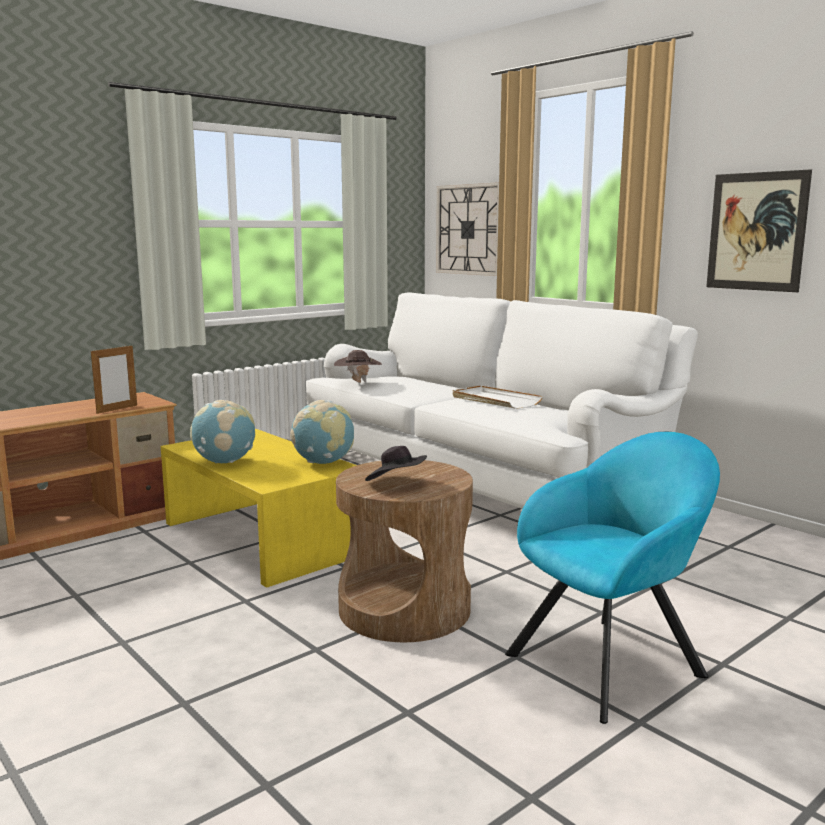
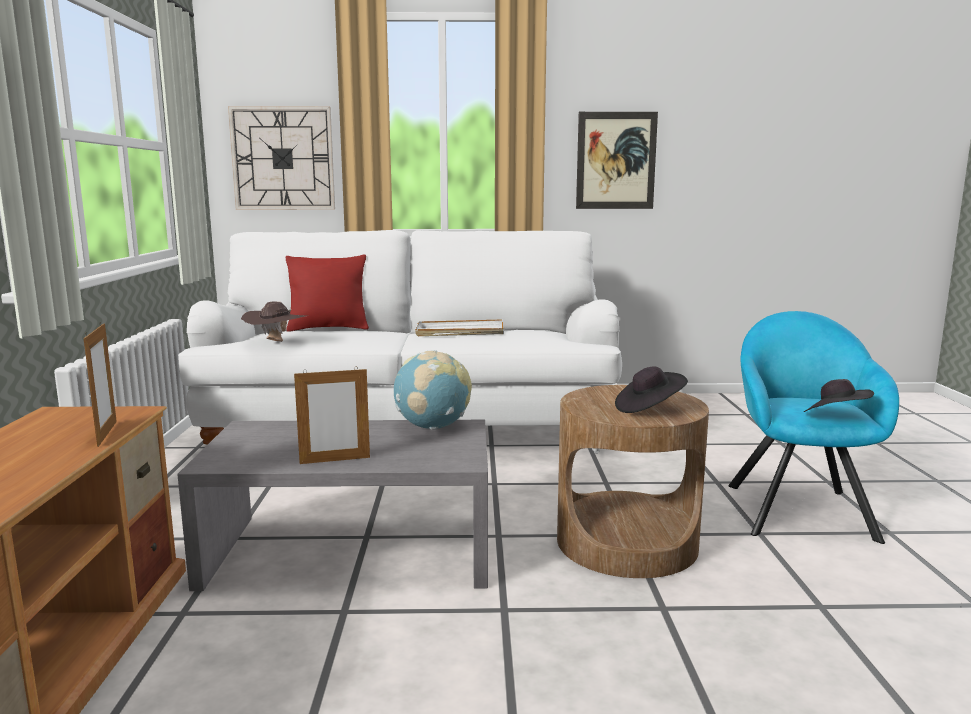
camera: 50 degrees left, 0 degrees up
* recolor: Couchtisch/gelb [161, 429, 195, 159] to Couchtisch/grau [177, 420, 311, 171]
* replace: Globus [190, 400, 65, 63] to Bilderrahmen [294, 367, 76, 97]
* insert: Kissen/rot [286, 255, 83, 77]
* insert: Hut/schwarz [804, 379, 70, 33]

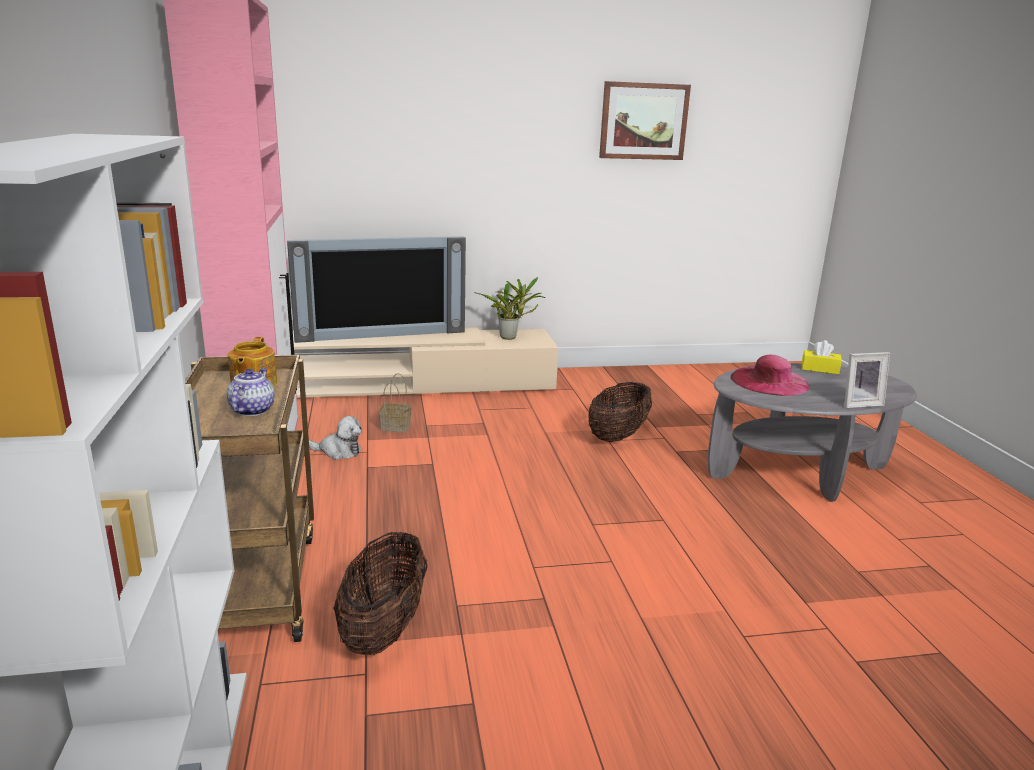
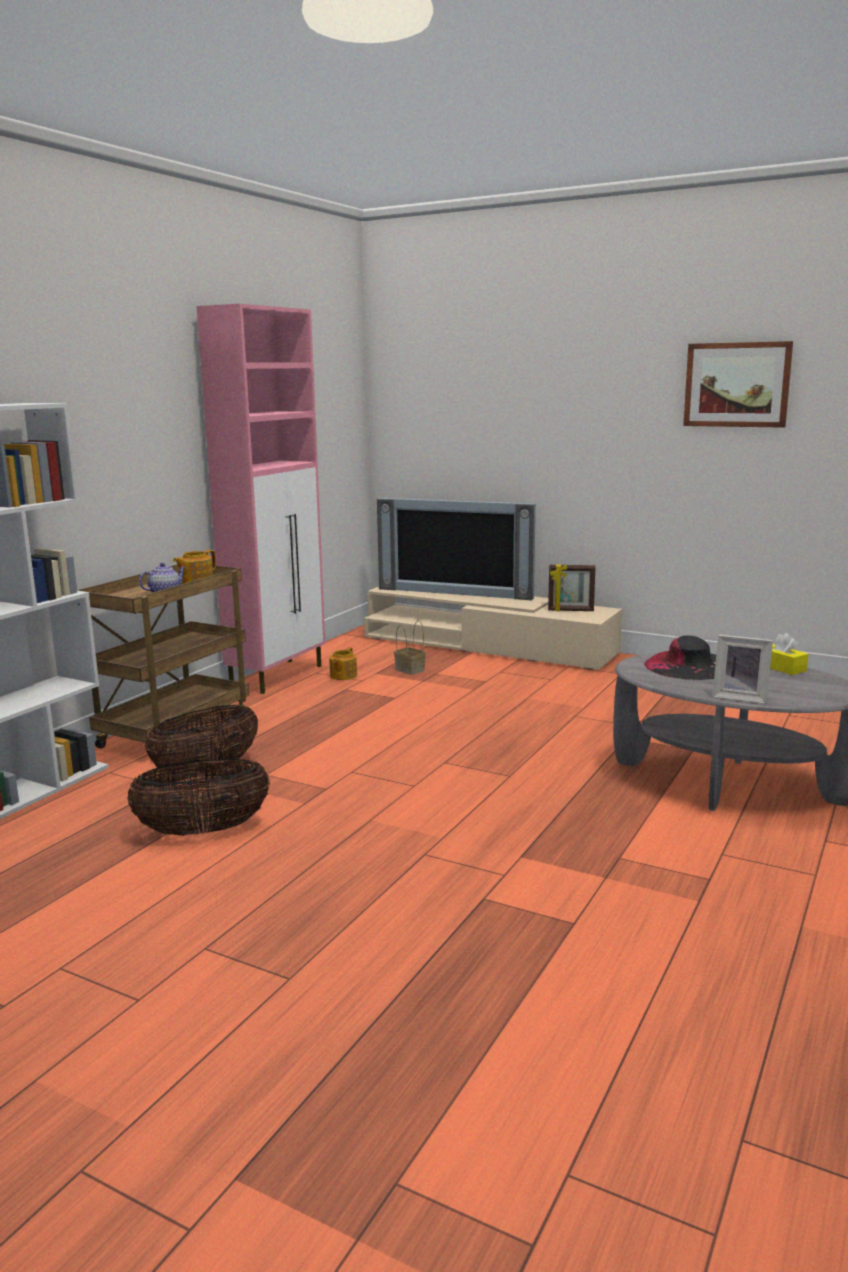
camera: 40 degrees right, 5 degrees down
* replace: Plüschtier [309, 416, 53, 44] to Teekanne [329, 647, 28, 33]
* replace: Topfpflanze [477, 277, 68, 63] to Bilderrahmen [548, 565, 48, 46]
* move: Korb [588, 382, 64, 60] to [127, 758, 143, 78]
* recolor: Hut/rosa [731, 355, 79, 41] to Hut/schwarz [644, 635, 72, 45]

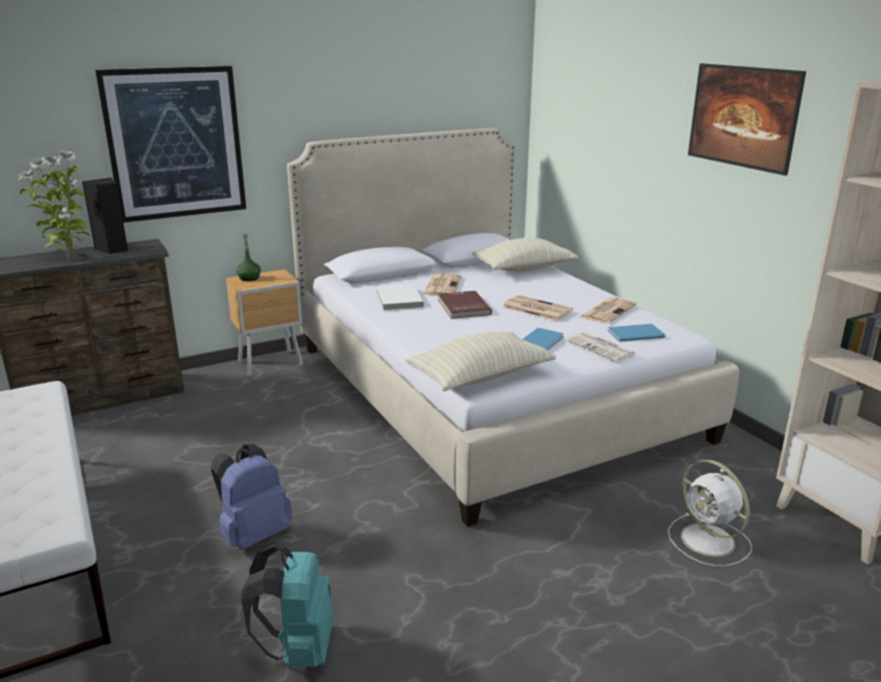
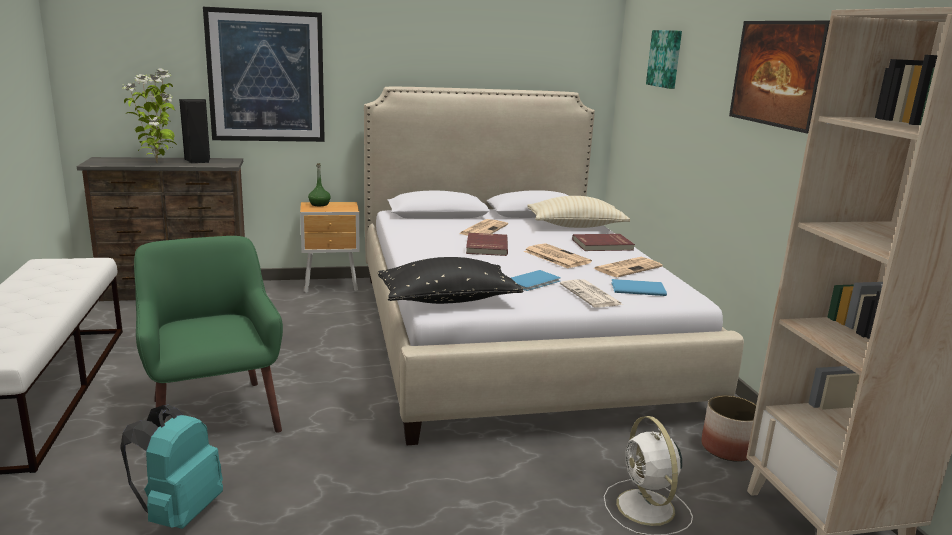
camera: 15 degrees right, 5 degrees down
* replace: Rucksack/blau [211, 444, 81, 106] to Sessel/grün [134, 236, 149, 196]
* delete: Buch/weiß [376, 284, 48, 27]
* recolor: Kissen/beige [405, 331, 151, 60] to Kissen/schwarz [377, 257, 146, 47]
* insert: Buch/rot [572, 234, 63, 17]
* insert: Bild [646, 30, 36, 59]
* insert: Pflanzkübel [701, 395, 55, 67]

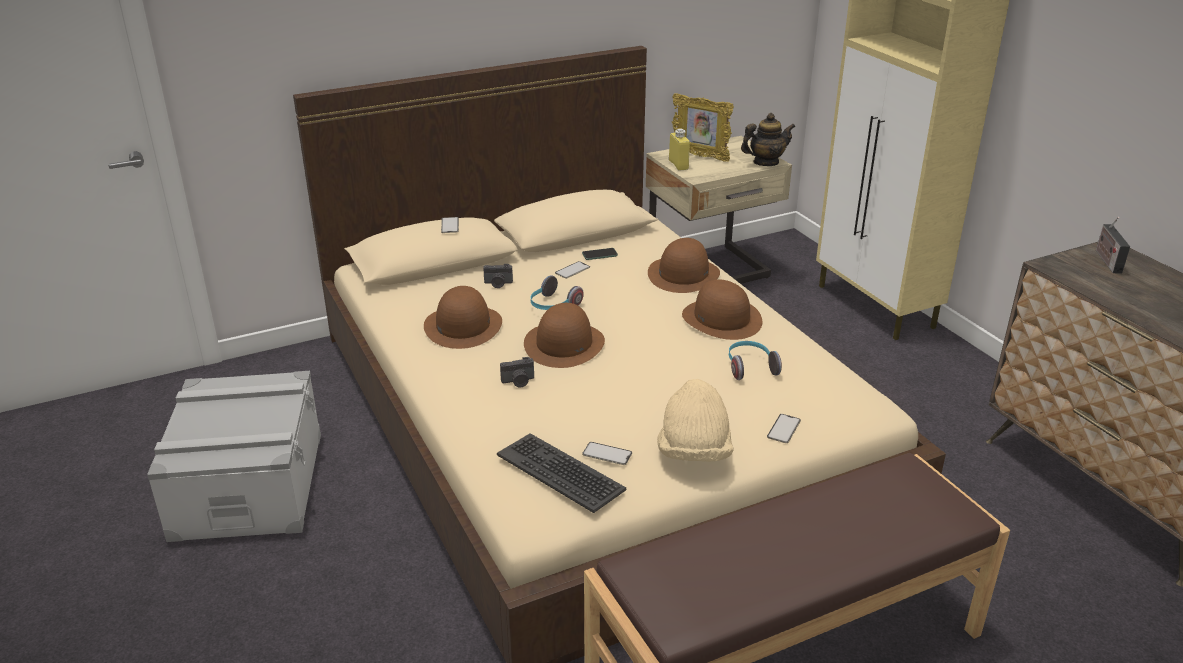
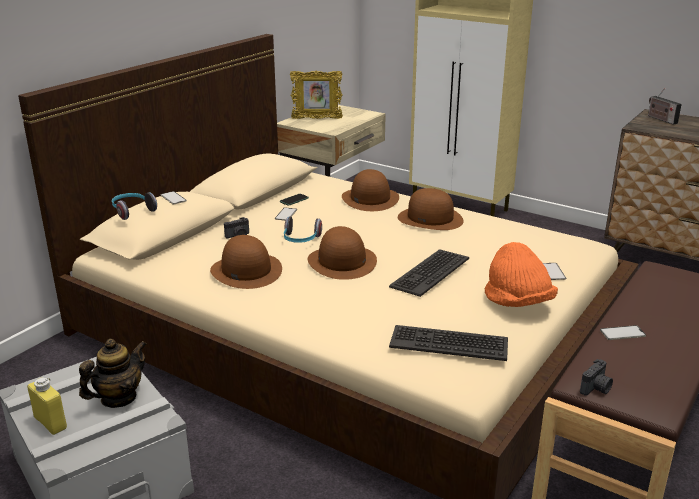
camera: 30 degrees left, 5 degrees down
* move: Kamera [500, 357, 34, 31] to [580, 359, 33, 36]
* move: Handy [582, 442, 50, 23] to [600, 325, 46, 15]
* recolor: Hut/beige [657, 379, 77, 83] to Hut/orange [484, 242, 74, 65]
* move: Flasche/gelb [669, 128, 21, 43] to [27, 378, 40, 57]
* move: Kopfhörer [729, 341, 53, 39] to [112, 192, 45, 28]
* move: Teekanne [741, 113, 55, 53] to [79, 339, 67, 69]
* insert: Tastatur [389, 249, 80, 48]

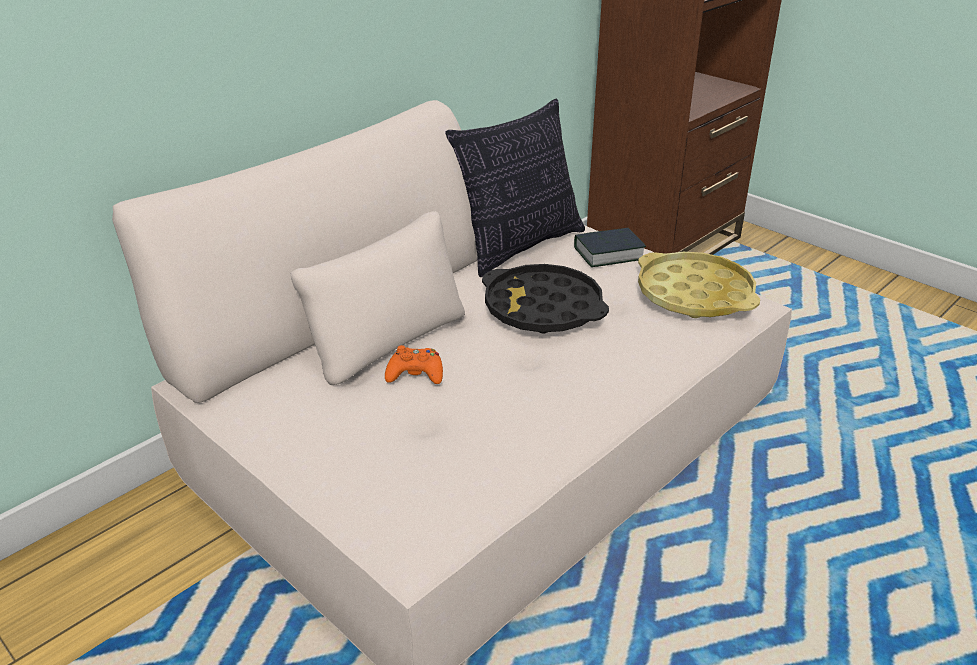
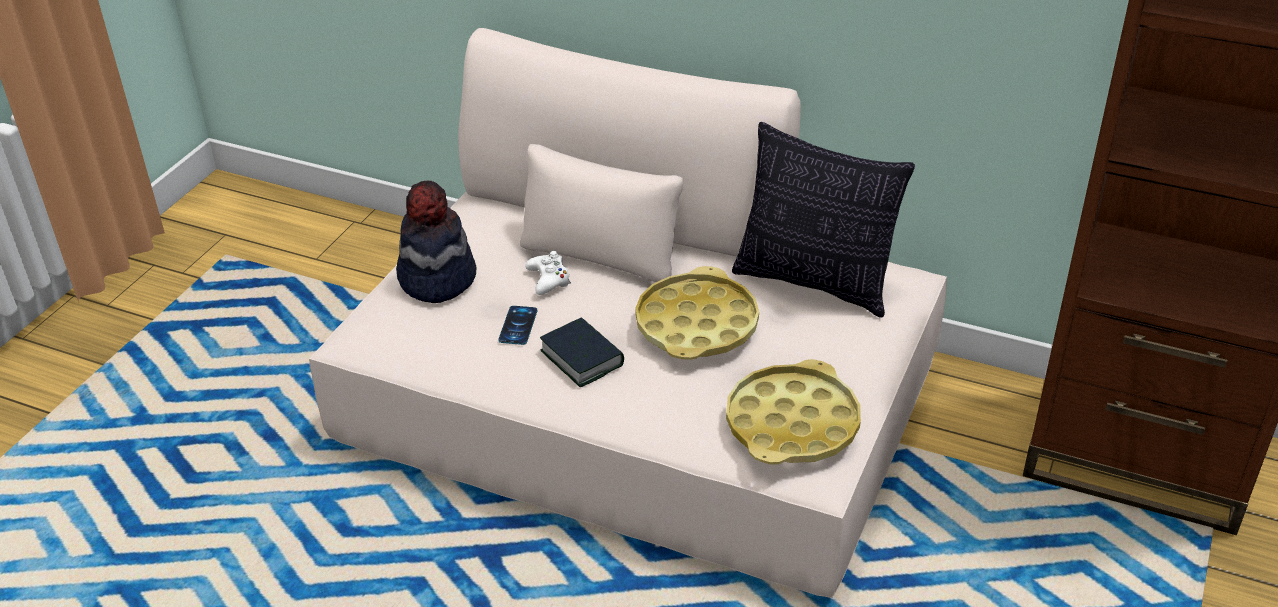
camera: 70 degrees right, 5 degrees up
* recolor: Gamepad/orange [385, 345, 58, 39] to Gamepad/weiß [525, 251, 46, 44]
* recolor: Tablett/schwarz [482, 264, 127, 69] to Tablett/gelb [635, 266, 124, 94]
* move: Buch [574, 228, 72, 39] to [540, 317, 84, 70]
* insert: Hut [396, 181, 81, 122]
* insert: Handy [498, 306, 39, 39]

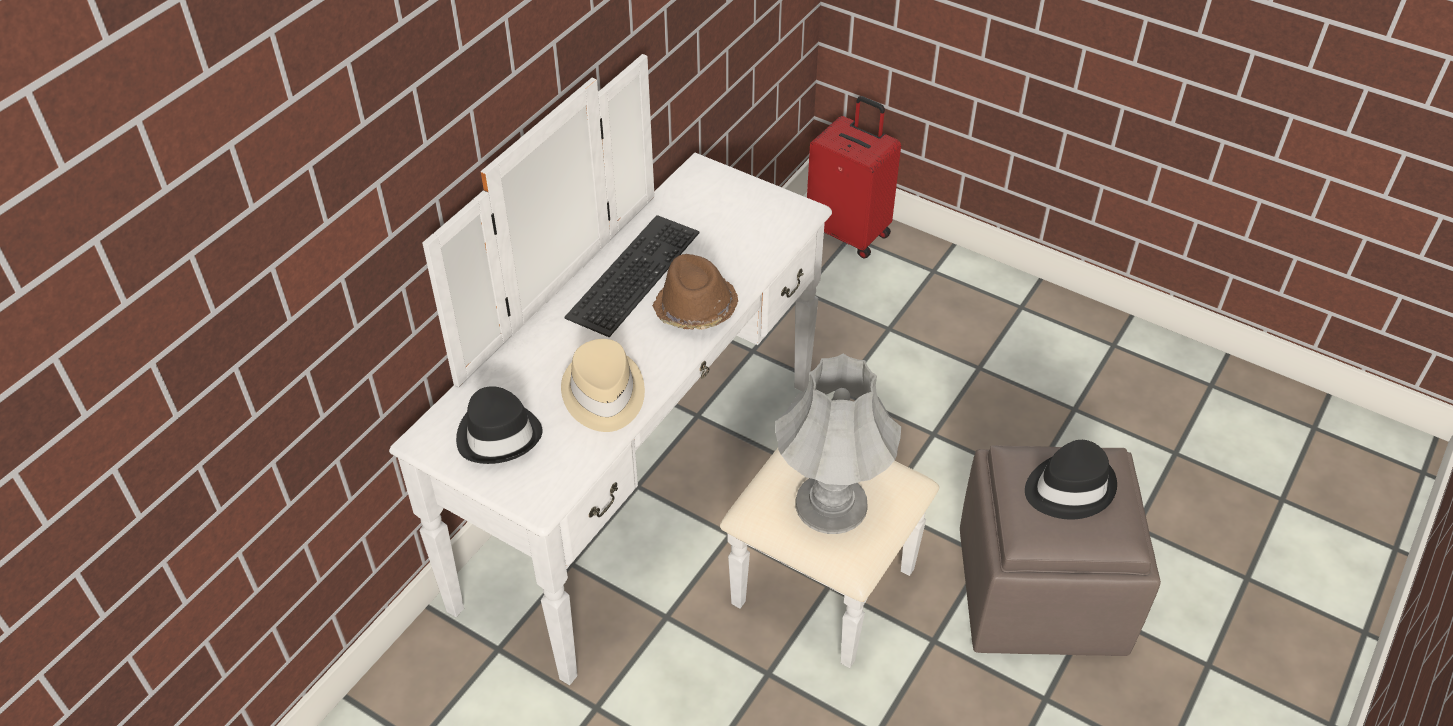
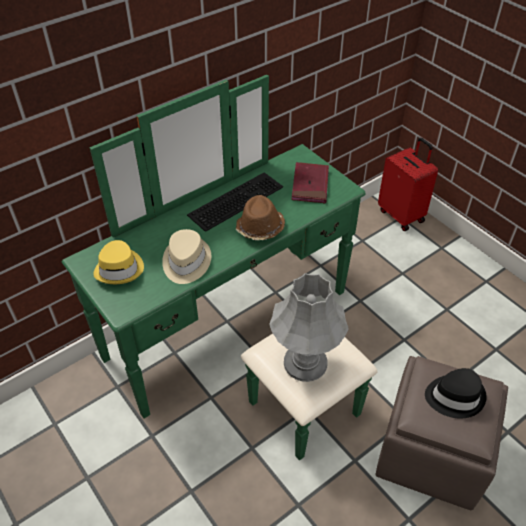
camera: 20 degrees right, 0 degrees up
* recolor: Kommode/weiß [389, 54, 550, 631] to Kommode/grün [62, 75, 316, 386]
* recolor: Hut/schwarz [456, 386, 87, 78] to Hut/gelb [93, 240, 51, 44]
* insert: Buch/rot [291, 162, 38, 41]

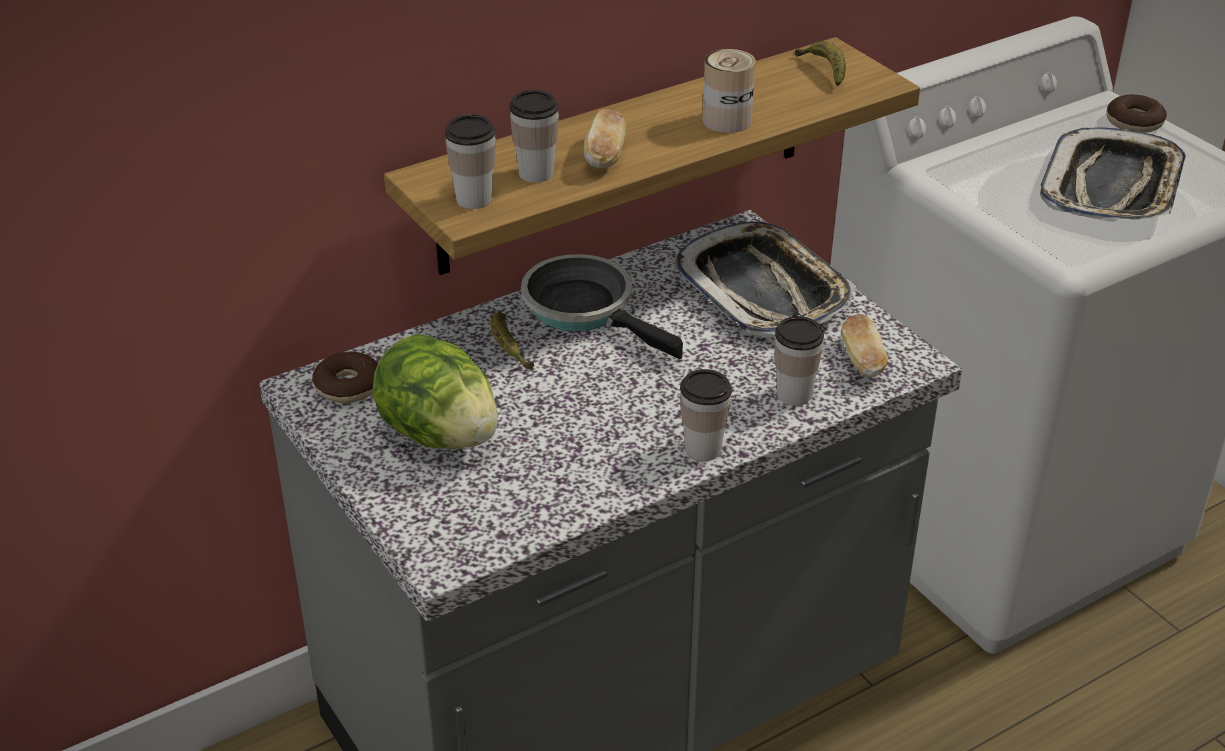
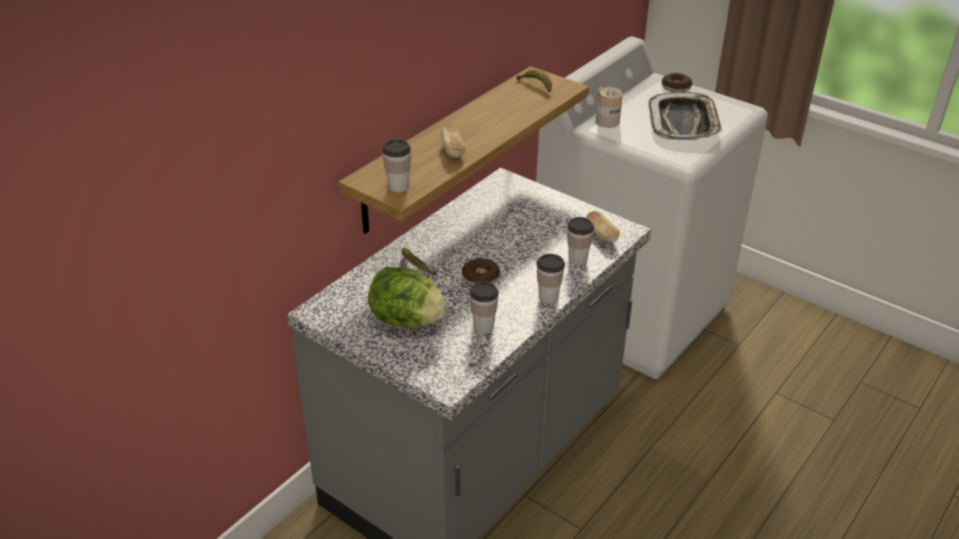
camera: 20 degrees left, 0 degrees up
* move: Donut [312, 352, 66, 52] to [462, 258, 38, 27]
* move: Tasse [510, 90, 49, 92] to [470, 281, 29, 52]
* delete: Pfanne [521, 254, 162, 105]
* delete: Tablett [672, 221, 185, 117]
* move: Dose [703, 49, 52, 84] to [596, 87, 27, 41]

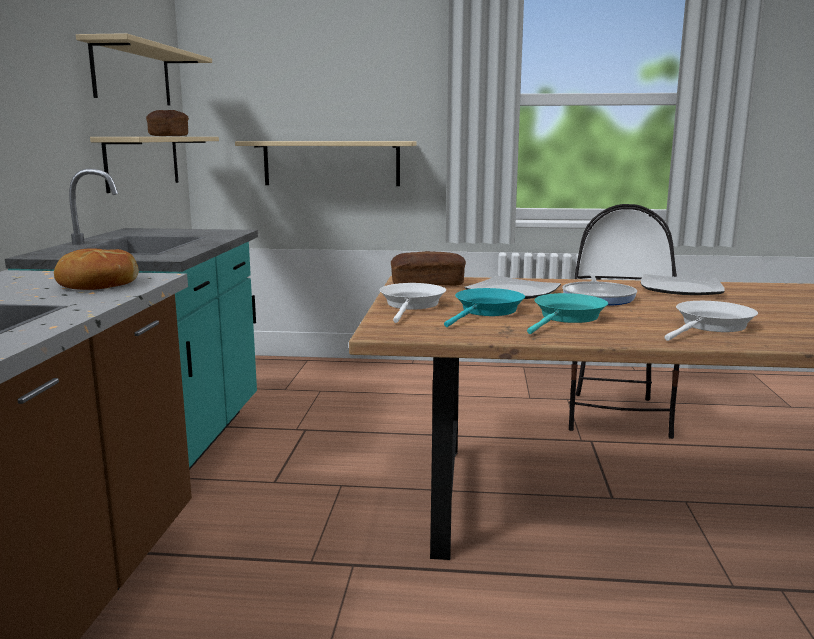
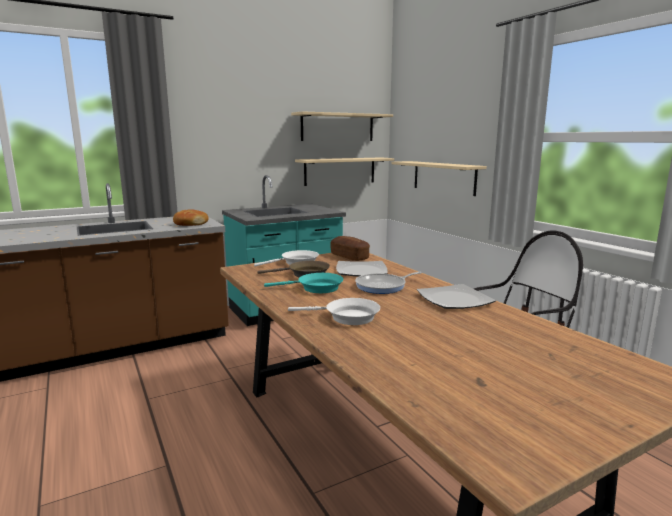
camera: 55 degrees right, 0 degrees up
* delete: Brot [146, 110, 43, 26]
* recolor: Pfanne/türkis [444, 288, 81, 39] to Pfanne/braun [258, 261, 72, 17]

